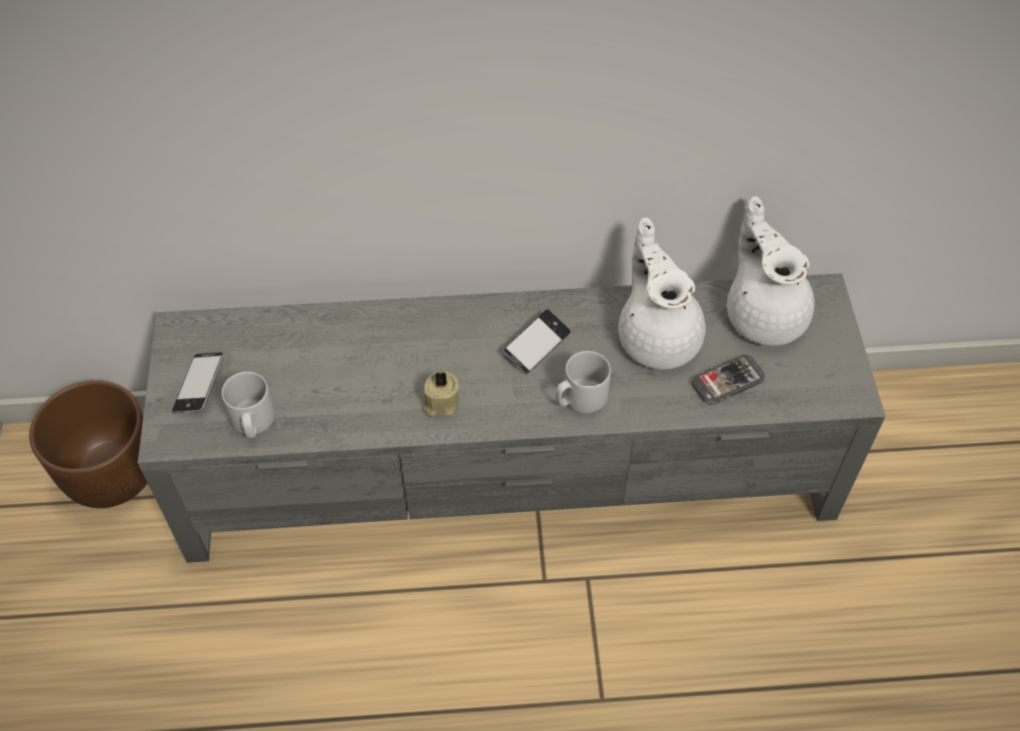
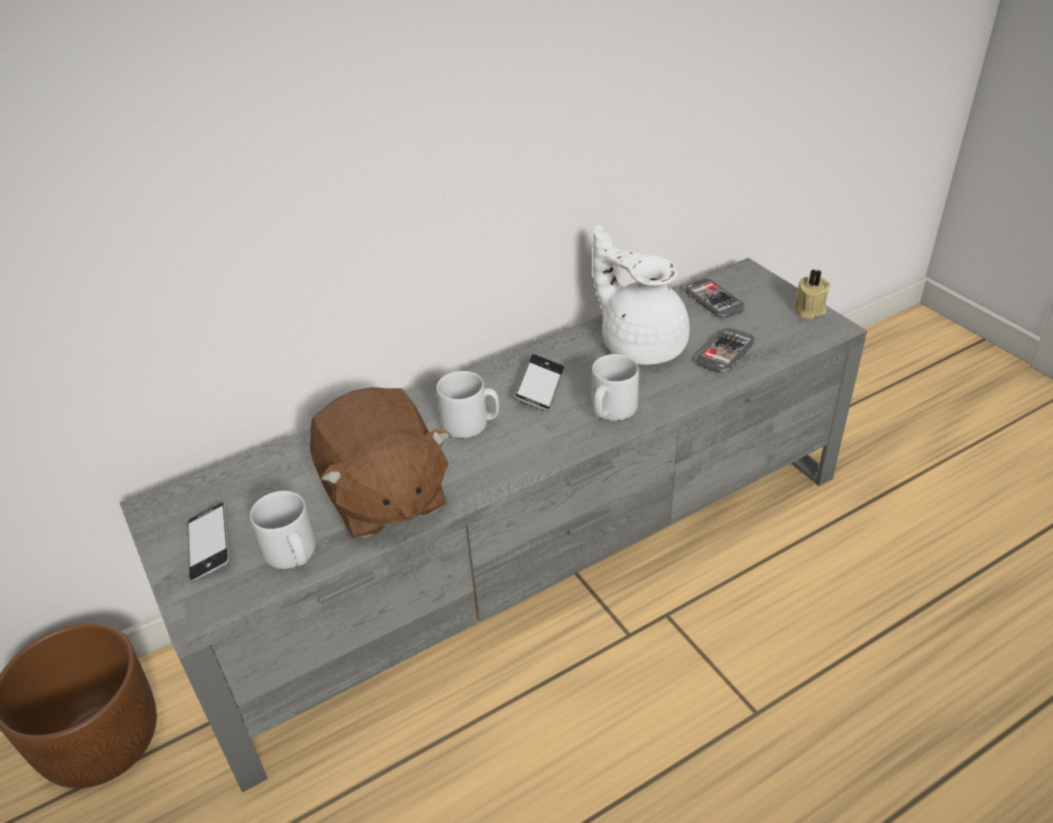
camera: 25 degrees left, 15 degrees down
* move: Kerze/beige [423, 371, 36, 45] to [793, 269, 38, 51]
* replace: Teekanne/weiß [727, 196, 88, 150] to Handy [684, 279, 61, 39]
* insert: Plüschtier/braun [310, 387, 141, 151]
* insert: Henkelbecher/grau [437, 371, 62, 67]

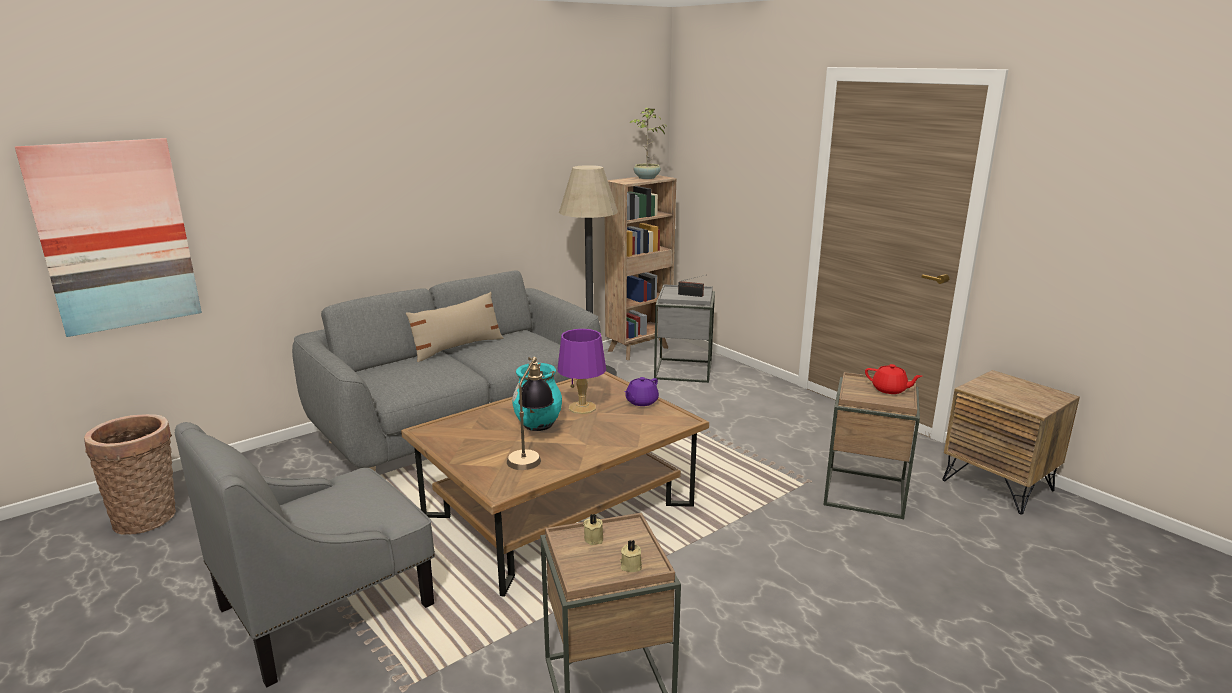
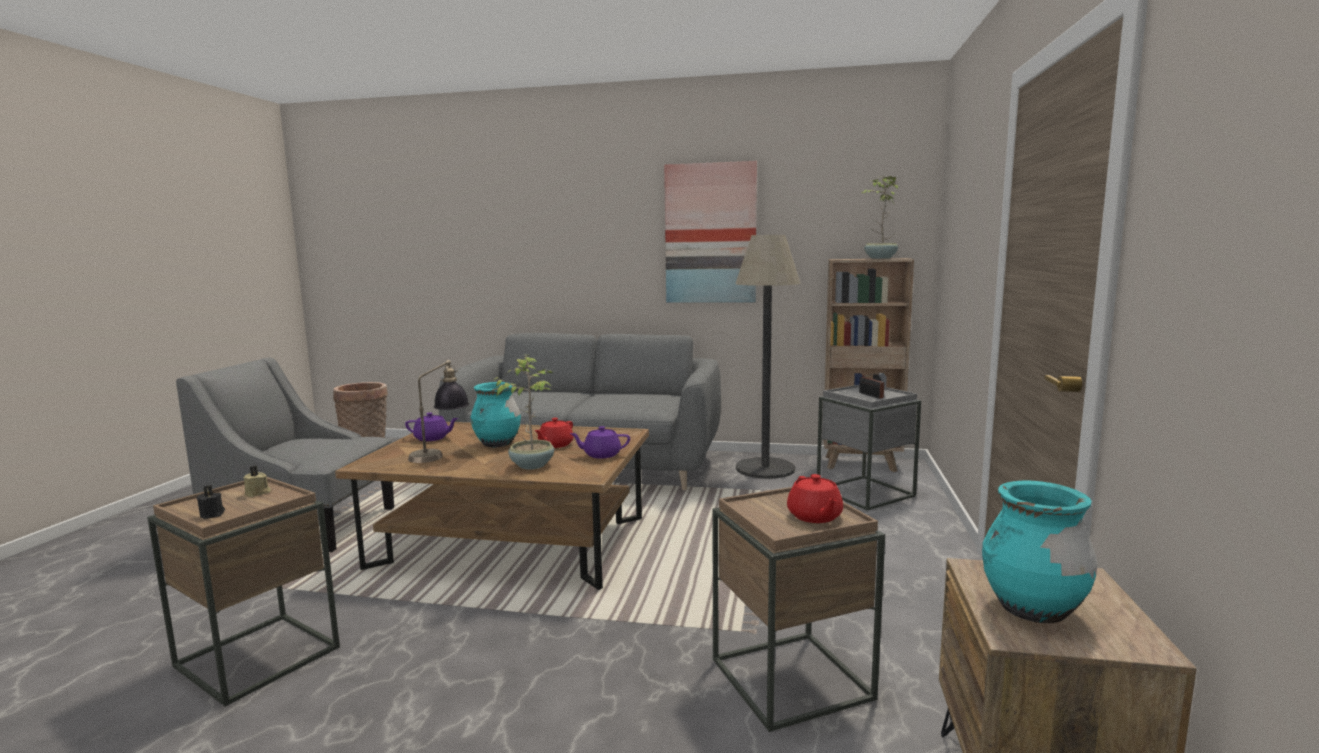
camera: 50 degrees right, 10 degrees down
* move: Bild [14, 138, 188, 199] to [664, 161, 93, 141]
* delete: Kissen/beige [406, 292, 97, 70]
* replace: Tischlampe/lila [557, 329, 49, 85] to Teekanne/rot [535, 418, 38, 30]
* recolor: Kerze/beige [620, 540, 22, 32] to Kerze/schwarz [196, 485, 29, 34]
* insert: Teekanne/lila [405, 412, 53, 29]
* insert: Topfpflanze [494, 355, 60, 115]
* insert: Vase/türkis [982, 481, 116, 142]

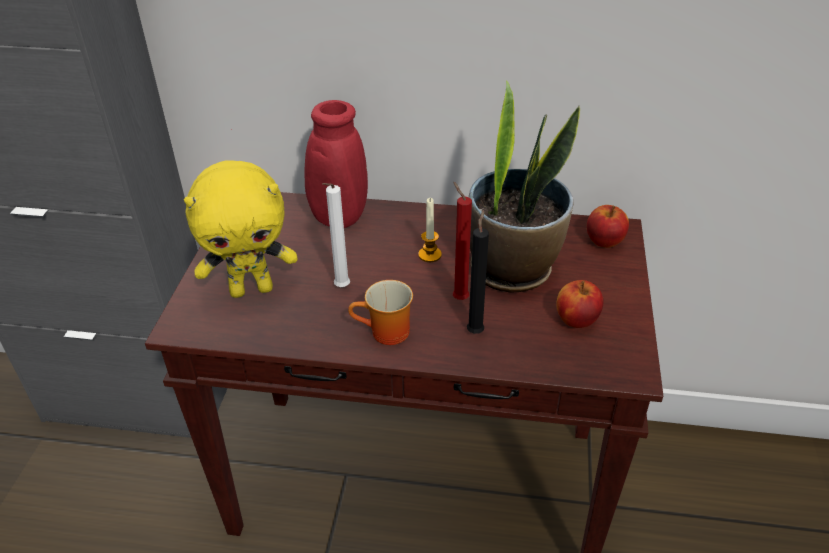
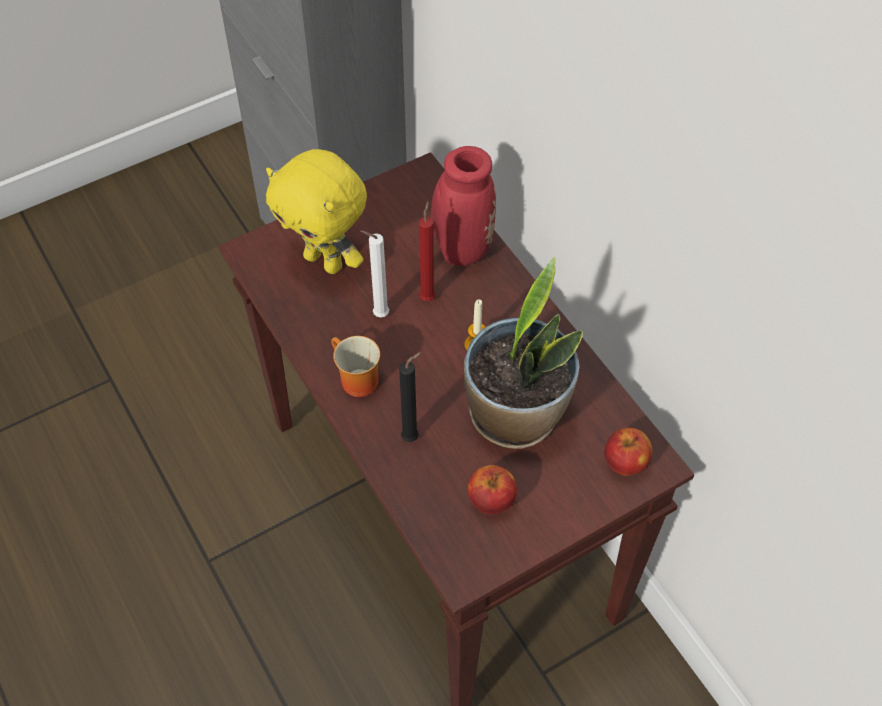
camera: 50 degrees right, 15 degrees up
* move: Kerze/rot [453, 182, 19, 118] to [419, 201, 16, 100]

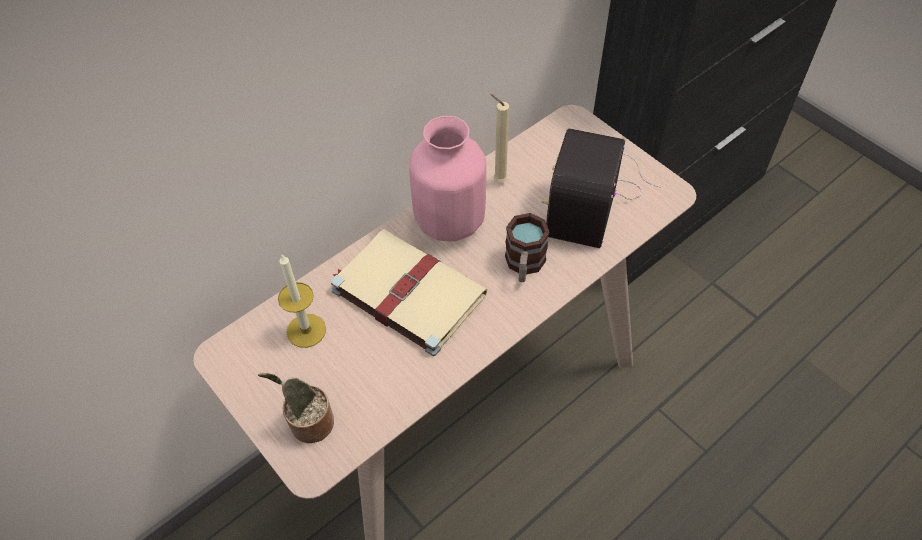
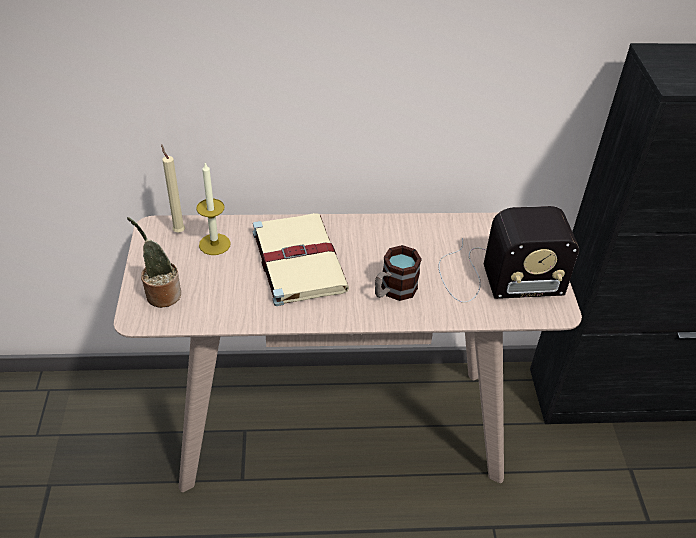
camera: 35 degrees right, 10 degrees down
* delete: Vase/rosa [409, 116, 77, 126]
* move: Kerze/beige [490, 94, 19, 89] to [161, 144, 24, 89]
* rotate: Radio [542, 128, 118, 120] = [439, 206, 140, 97] 150 degrees counterclockwise

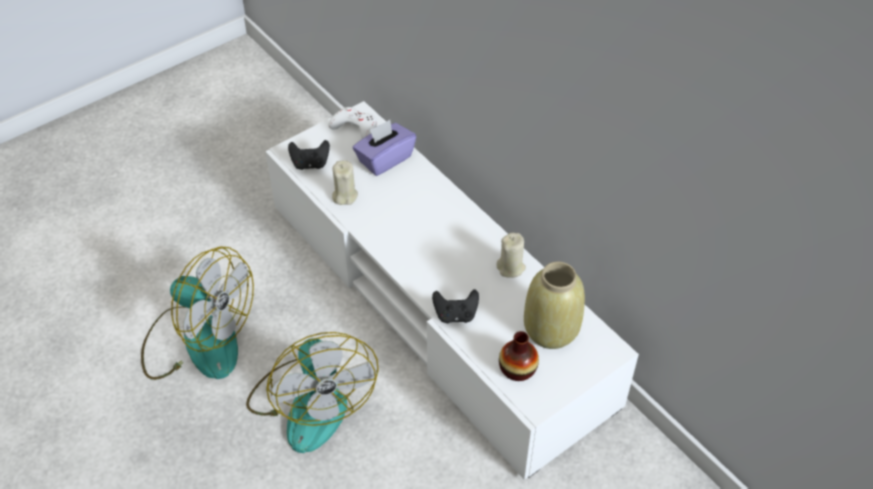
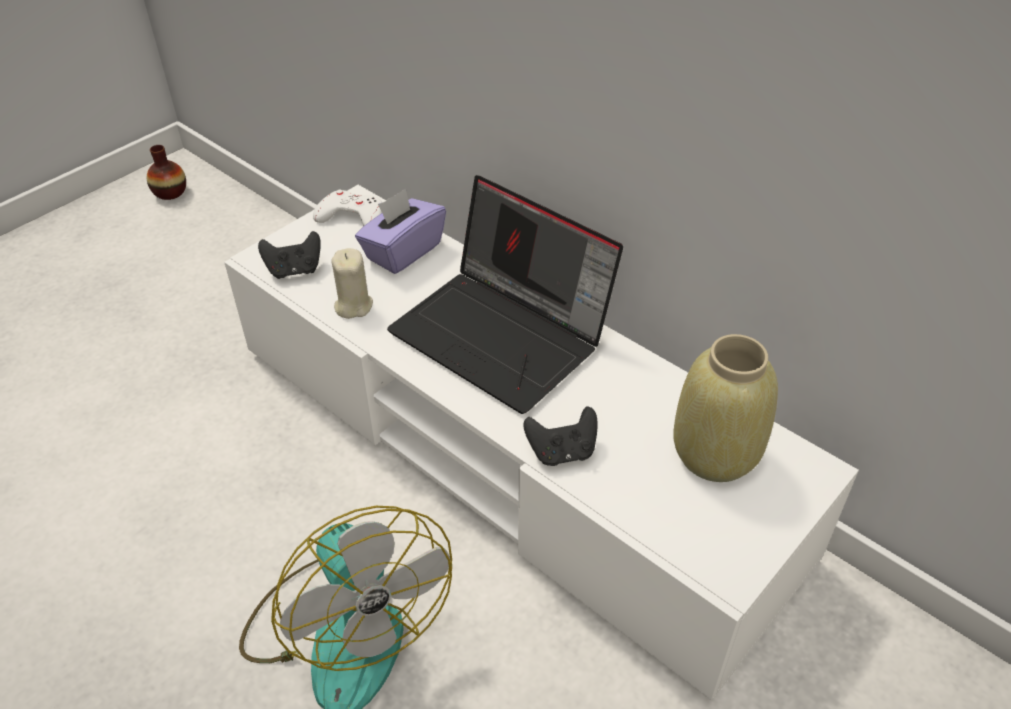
camera: 10 degrees left, 5 degrees down
* delete: Ventilator [141, 246, 113, 134]
* delete: Kerze/beige [496, 233, 30, 45]
* move: Vase [499, 331, 40, 50] to [147, 145, 39, 55]
* insert: Laptop [387, 175, 236, 239]

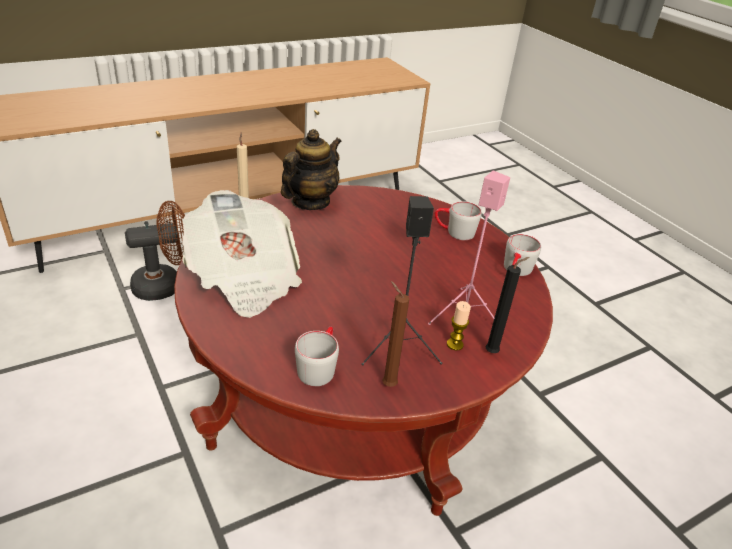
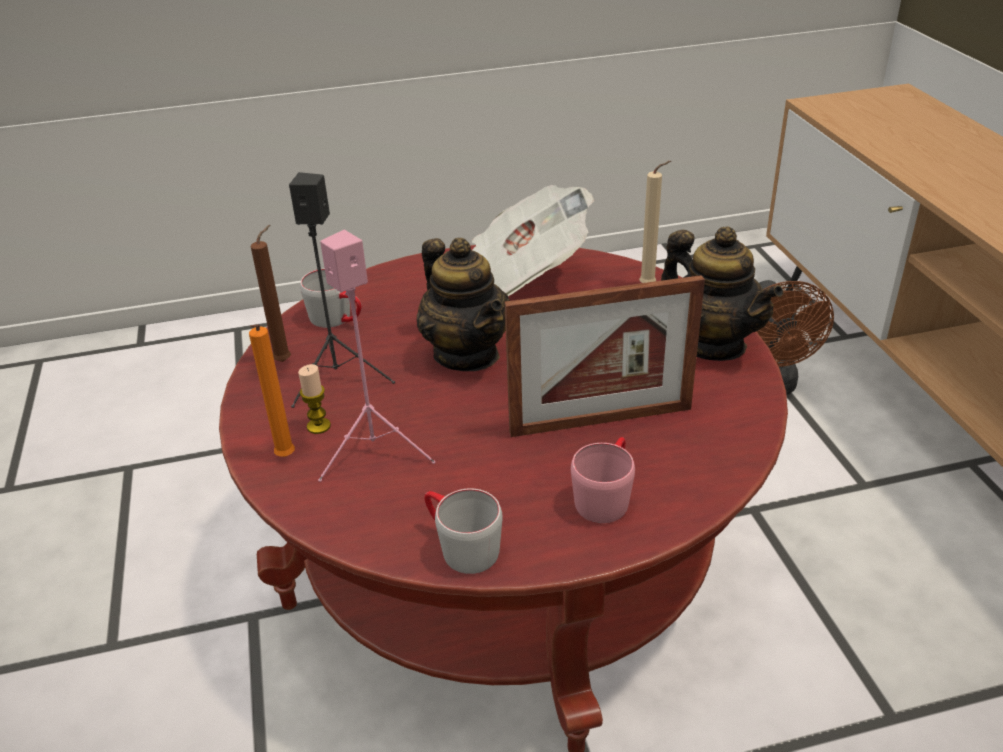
camera: 110 degrees right, 0 degrees up
* recolor: Henkelbecher/grau [435, 201, 47, 39] to Henkelbecher/rosa [571, 437, 64, 86]
* recolor: Kerze/schwarz [486, 257, 44, 96] to Kerze/orange [249, 324, 46, 133]
* insert: Teekanne [417, 238, 93, 133]
* insert: Bilderrahmen [505, 275, 200, 162]

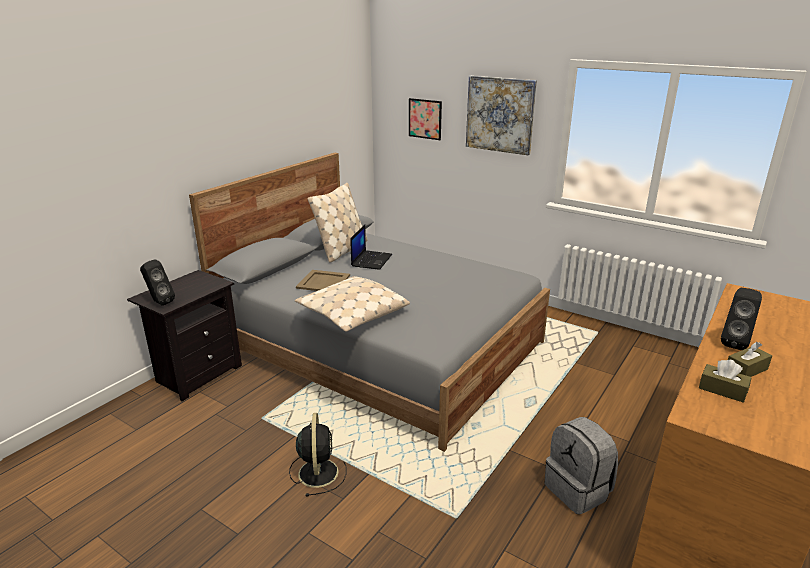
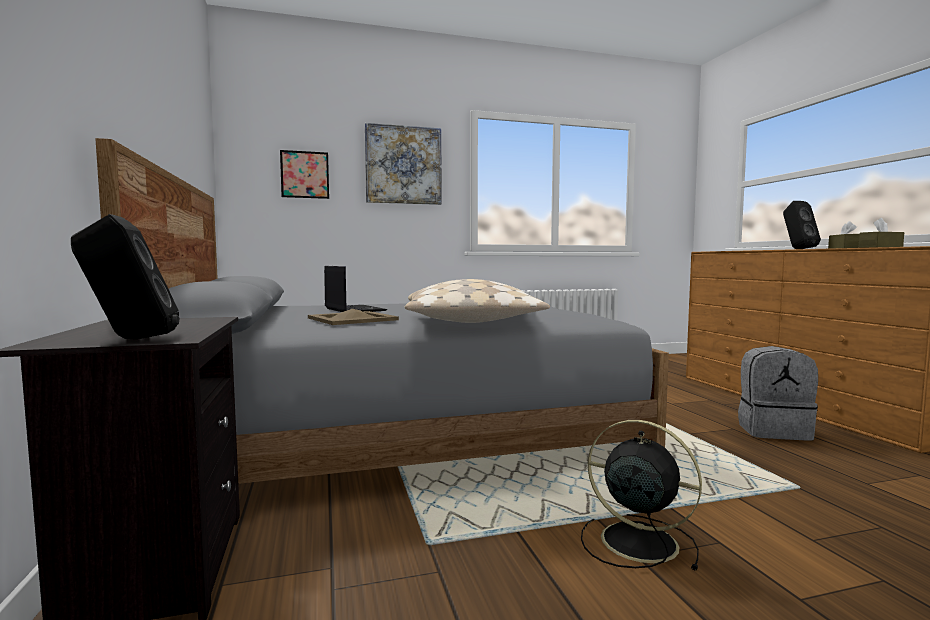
camera: 50 degrees left, 20 degrees down
* delete: Kissen/beige [308, 183, 59, 80]

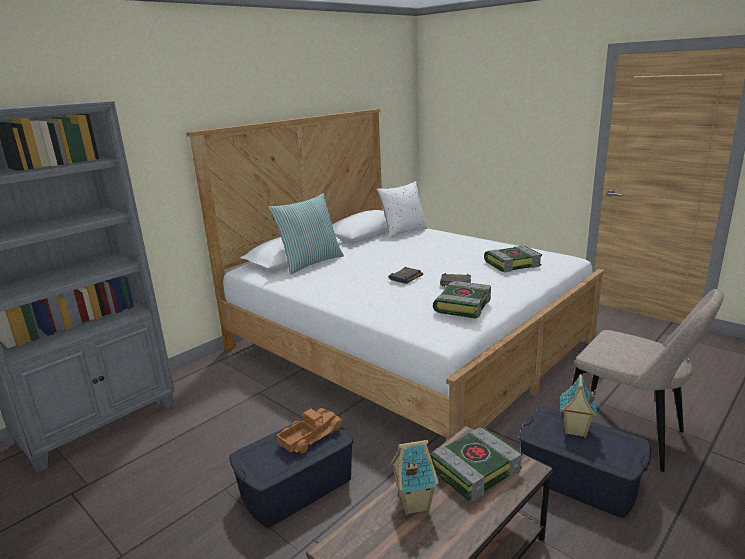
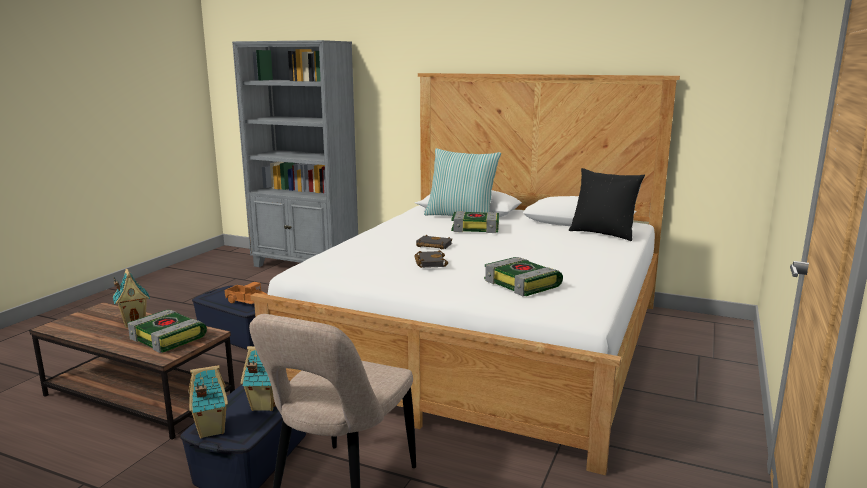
camera: 70 degrees right, 5 degrees down
* recolor: Kissen/weiß [377, 181, 51, 57] to Kissen/schwarz [569, 168, 76, 73]
* move: Buch [433, 281, 58, 37] to [451, 211, 48, 22]
* insert: Spielzeughaus [188, 365, 40, 73]

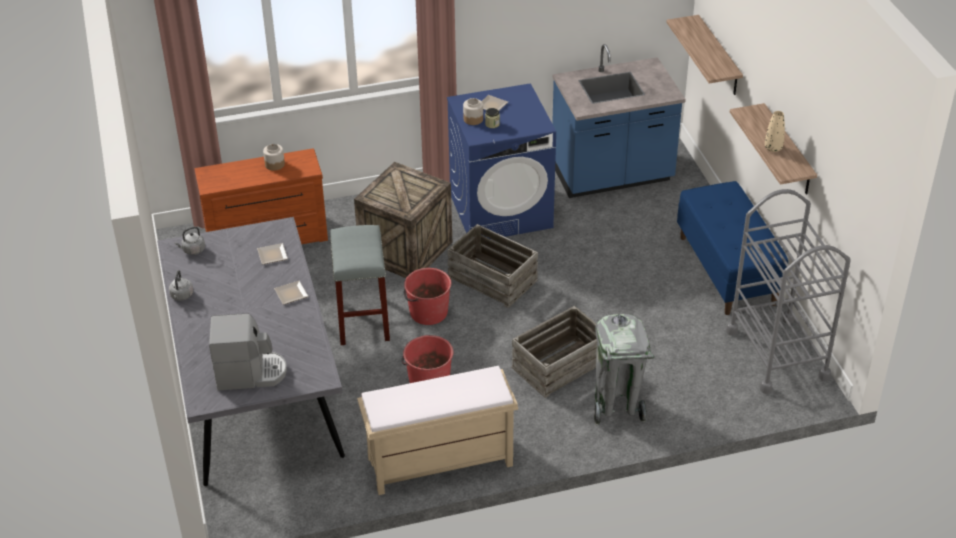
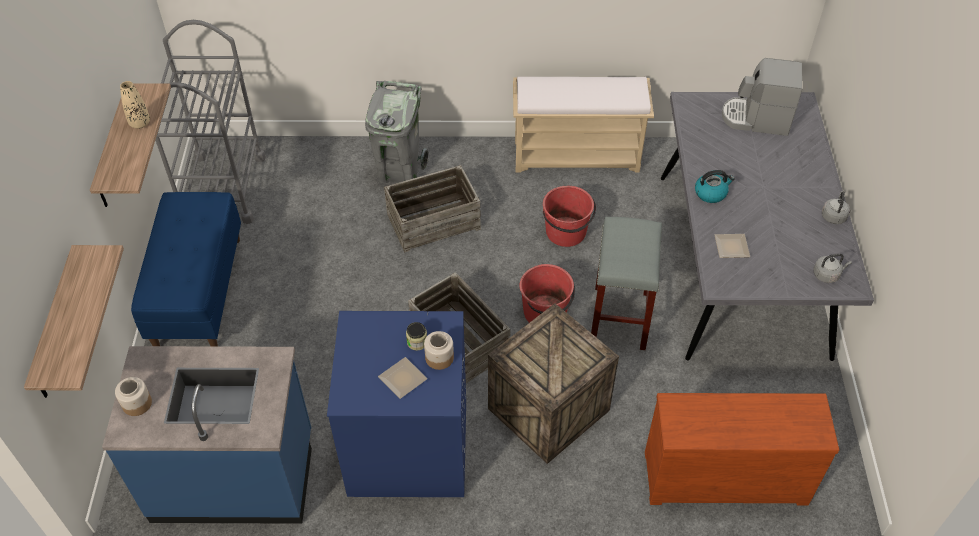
camera: 165 degrees left, 10 degrees up
* move: Vorratsglas [263, 144, 22, 27] to [115, 377, 37, 39]
* replace: Teller [274, 281, 35, 24] to Wasserkessel [695, 170, 40, 33]

